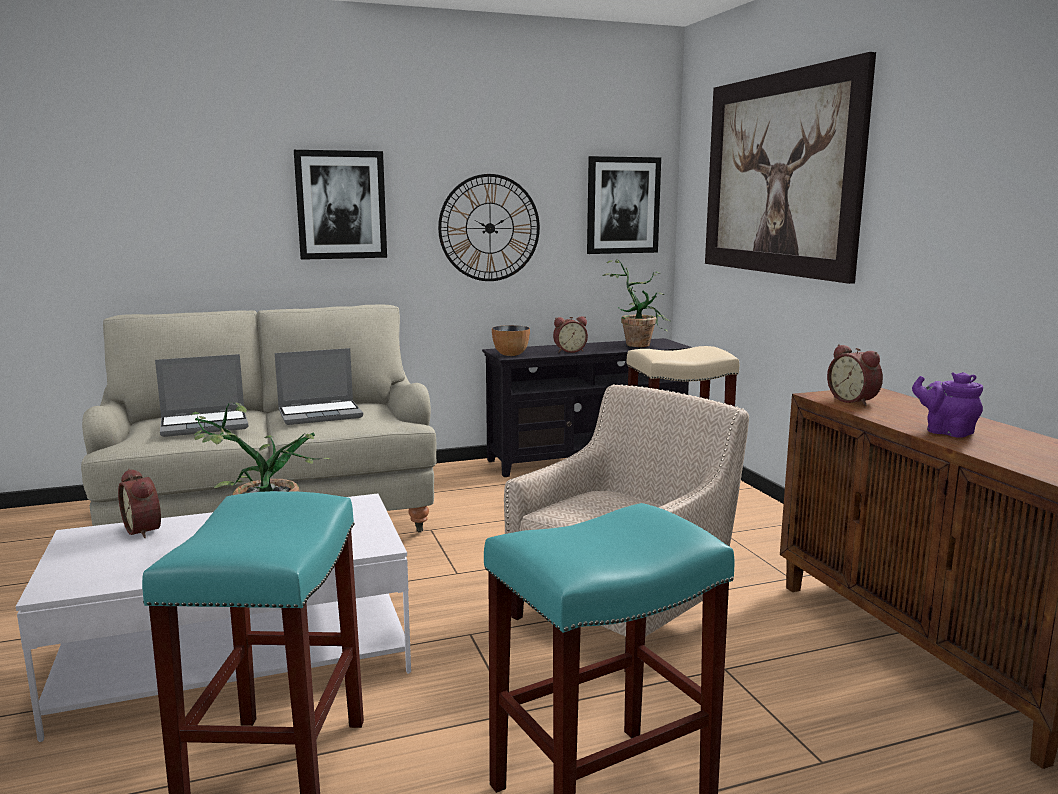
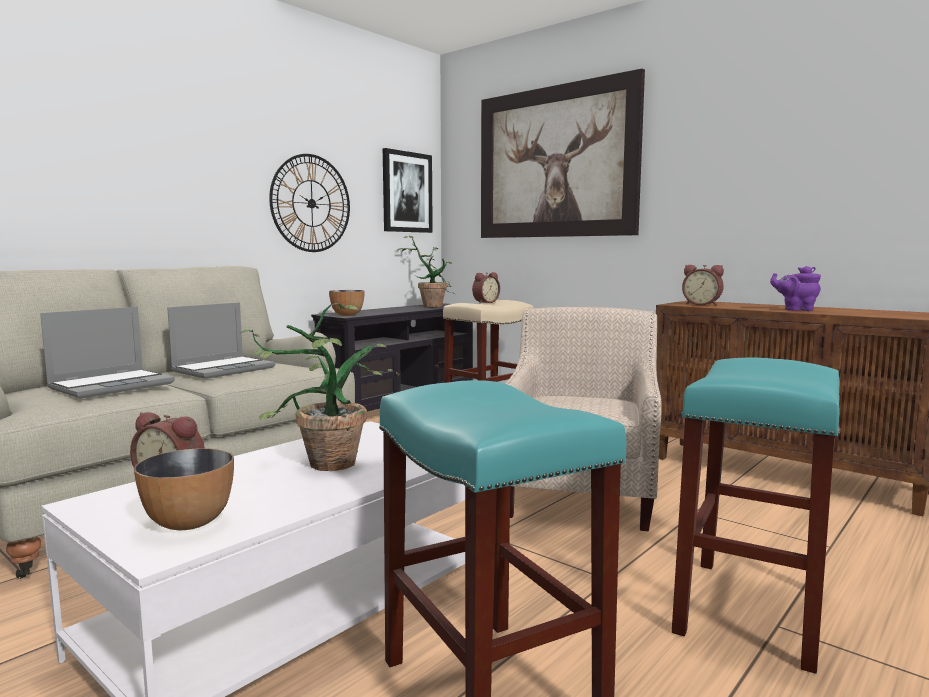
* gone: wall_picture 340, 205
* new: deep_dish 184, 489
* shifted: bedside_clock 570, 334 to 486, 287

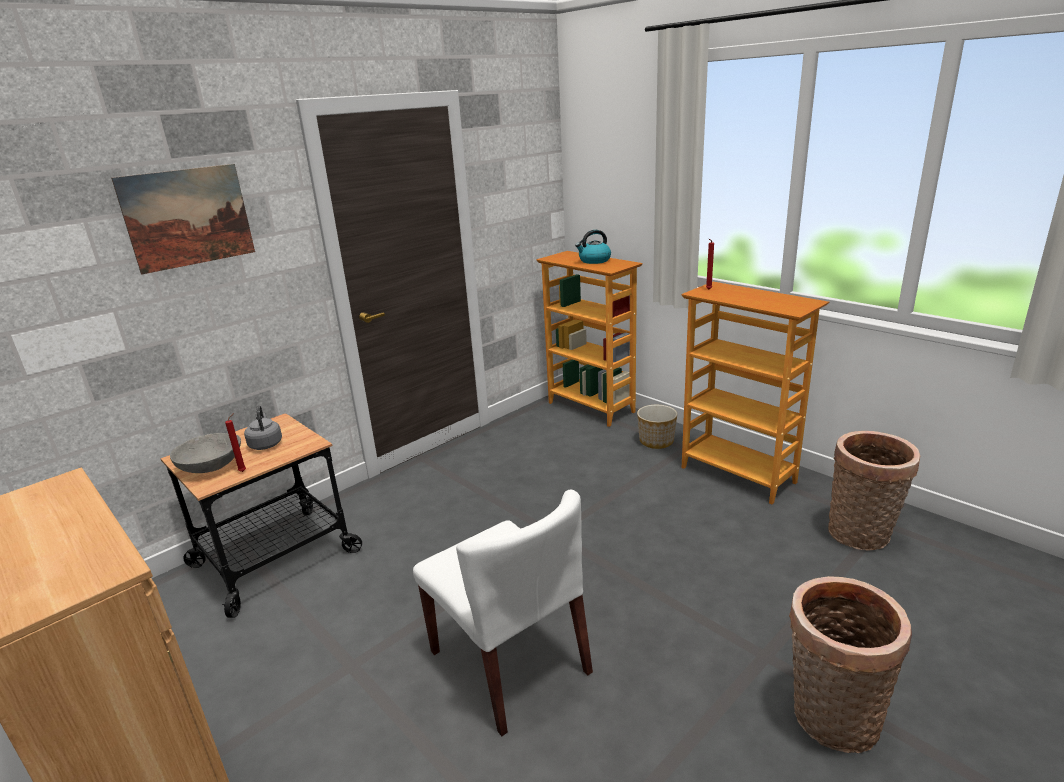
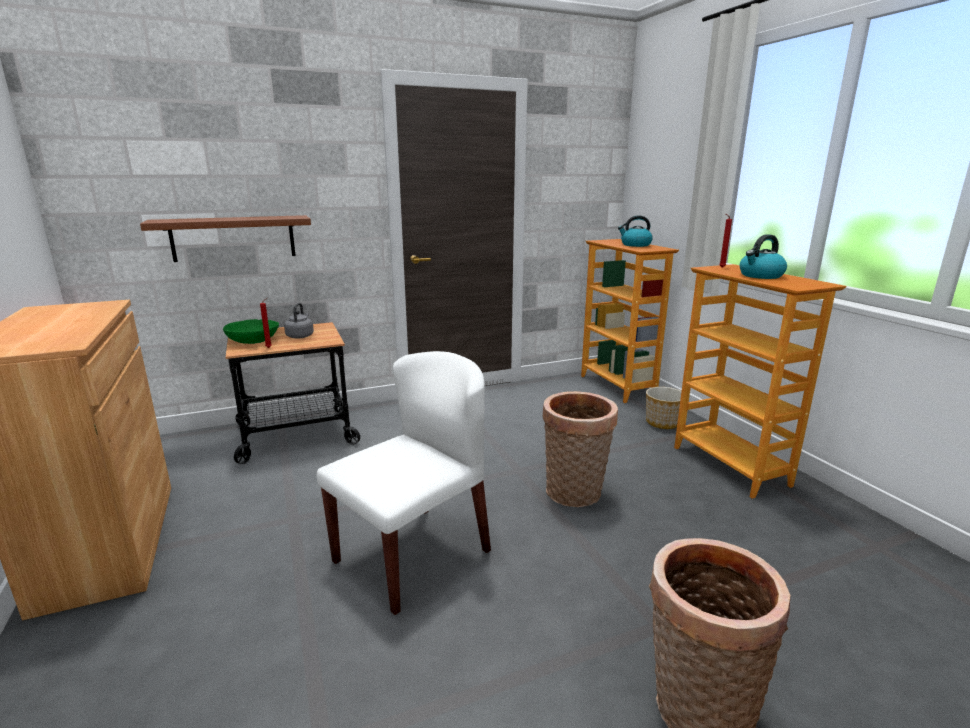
* gone: wall_picture 183, 219
* new: brown_shelf 225, 238
* new: kettle 763, 256
* shifted: storage_basket 874, 490 to 580, 449
* repainted: grey_deep_dish 205, 453 to green-coloured_deep_dish 251, 331
* rotated: white-coloured_chair 503, 613 = 404, 483 120 degrees counterclockwise

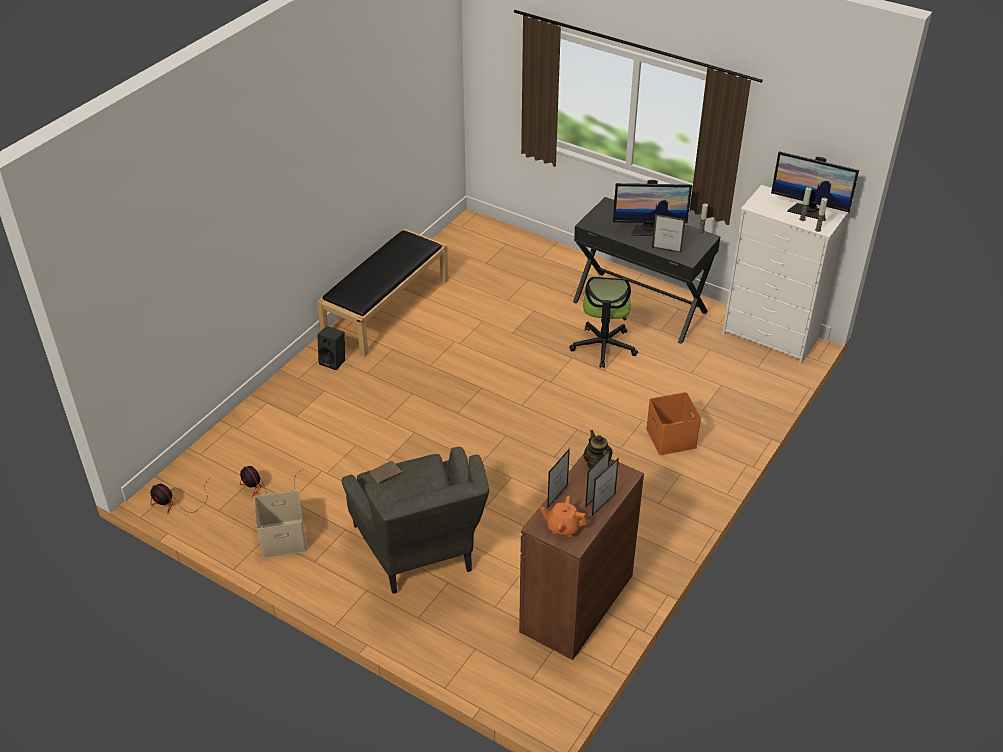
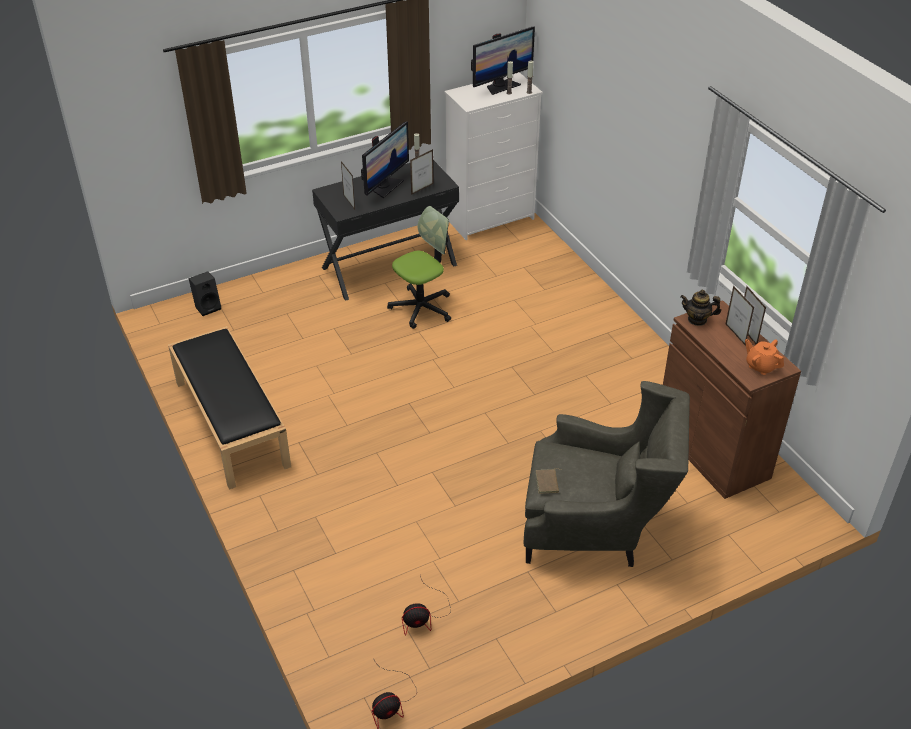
* gone: beige-coloured_storage_box 280, 524
* gone: orange-coloured_storage_box 673, 423
* shifted: black_loudspeaker 331, 348 to 205, 294
* shifted: standing_frame 558, 478 to 348, 185
* rotated: orange-coloured_pot_for_tea 563, 516 = 764, 357 90 degrees clockwise
* rotated: office_chair 603, 322 = 419, 267 75 degrees counterclockwise

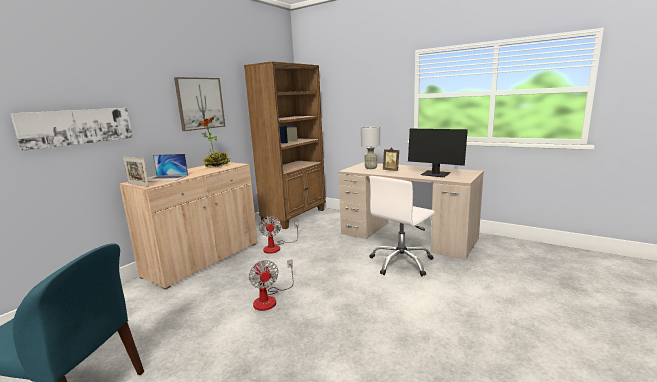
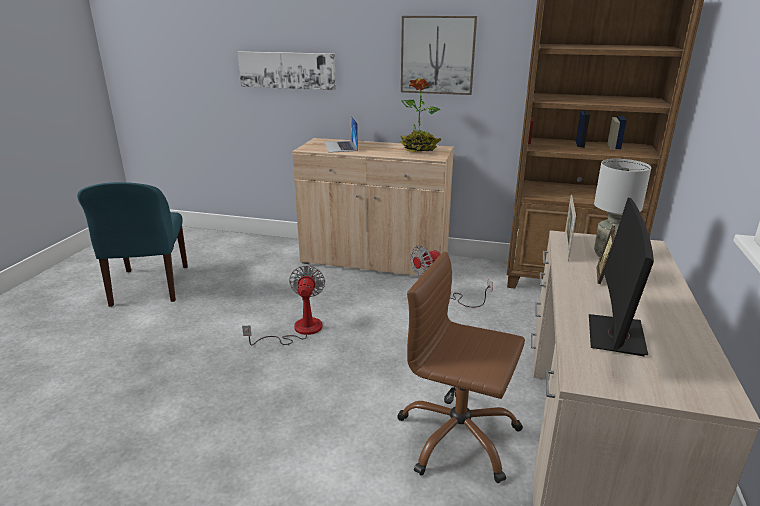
* shifted: standing_frame 136, 172 to 570, 228
* repainted: white-coloured_office_chair 402, 226 to brown_office_chair 461, 367
* rotated: electric_fan 271, 285 = 283, 305 135 degrees clockwise

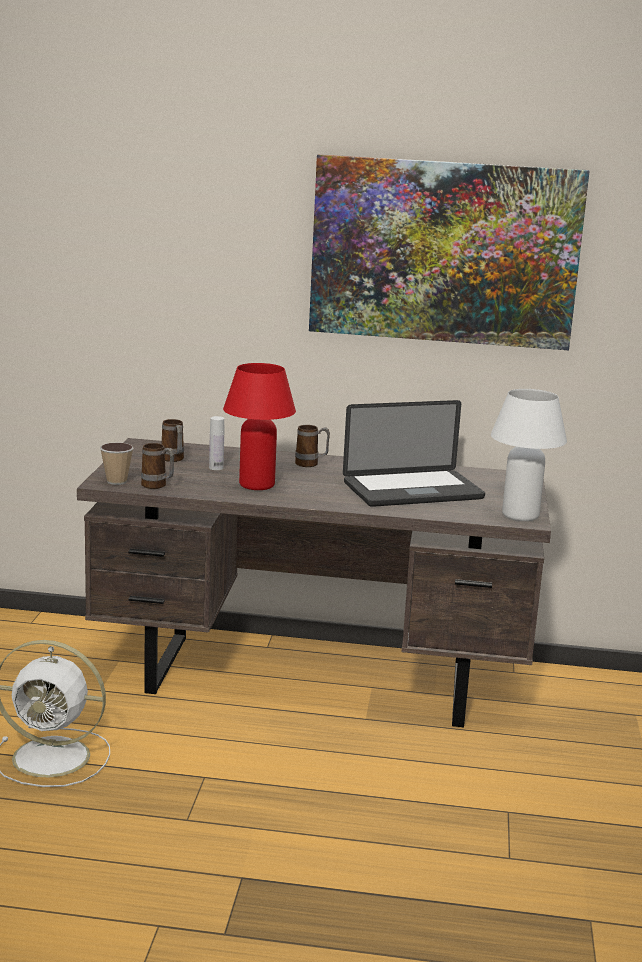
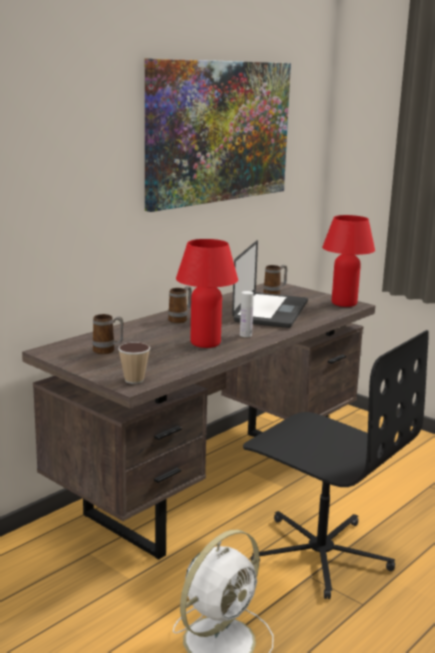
* new: black_office_chair 336, 464
* shifted: coffee_mug 157, 466 to 275, 280
* shifted: white-coloured_drink_bottle 216, 443 to 247, 314
* repainted: white-coloured_lamp_for_a_table 529, 455 to reddish_lamp_for_a_table 348, 261

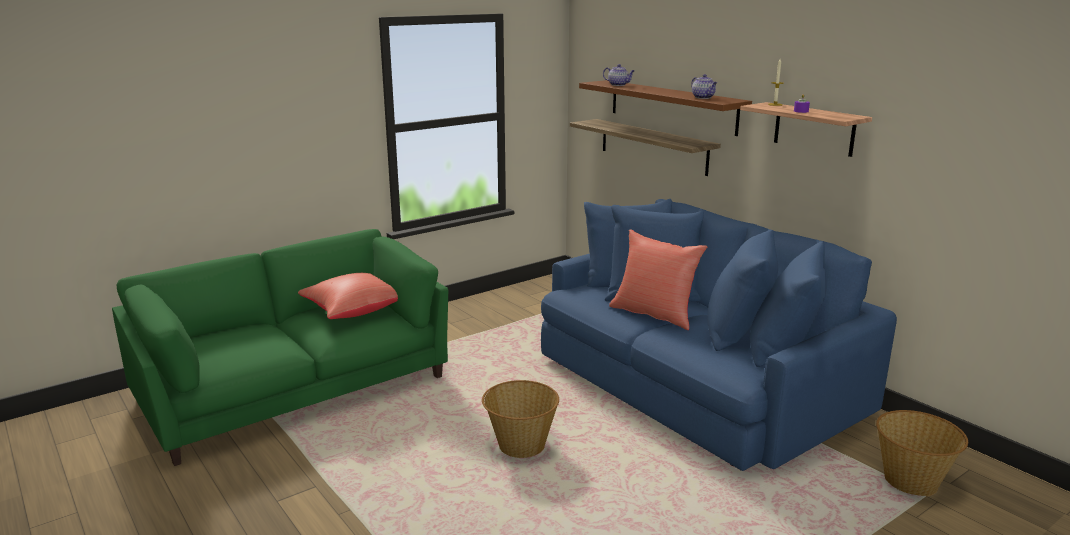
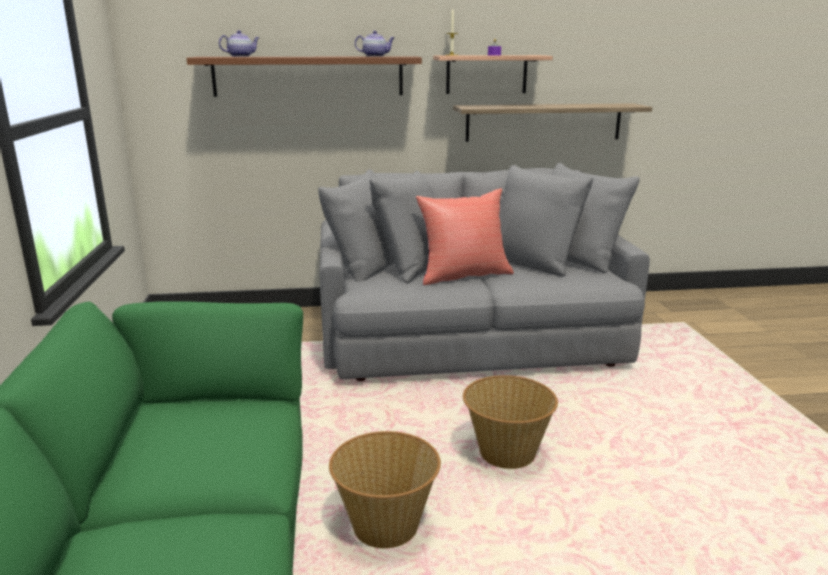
* gone: reddish_cushion 348, 296
* shifted: shelf 645, 147 to 552, 122
* shifted: storage_basket 922, 453 to 385, 489
* repainted: blue-coloured_couch 719, 335 to grey_couch 484, 271

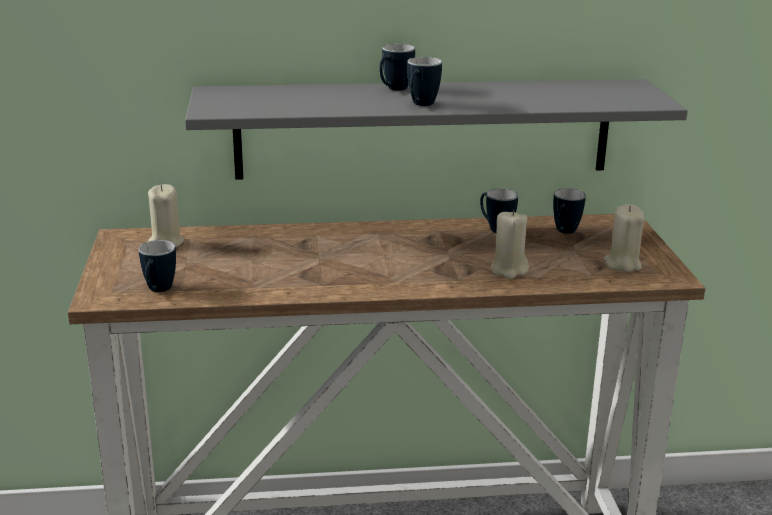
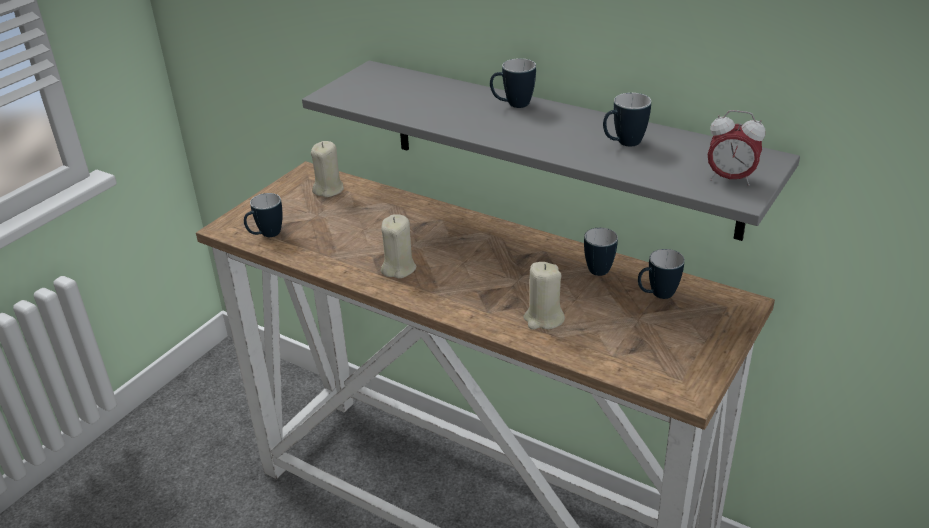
* new: bedside_clock 736, 148
* shifted: coffee_mug 424, 81 to 627, 120
* shifted: beige-coloured_wax_light 623, 238 to 399, 247

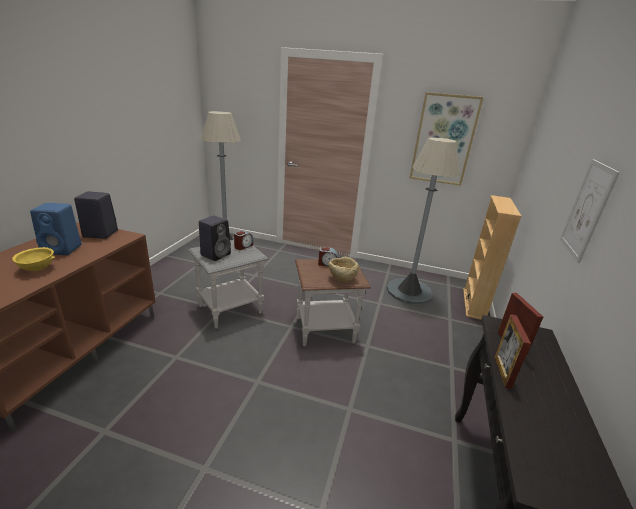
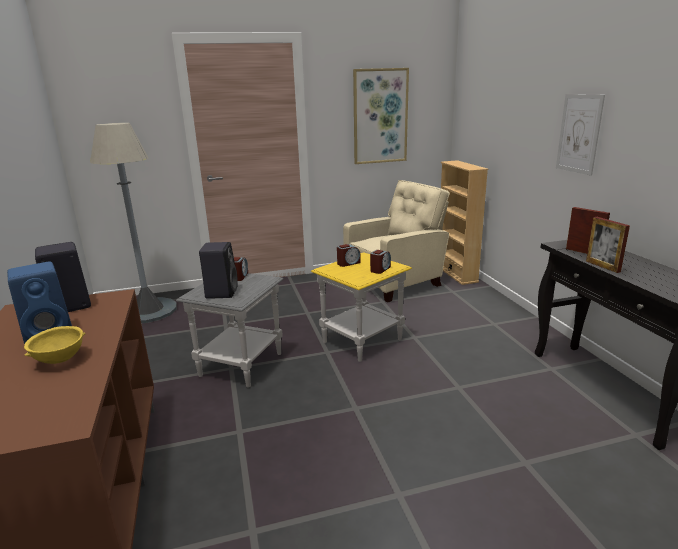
* swapped: beige-coloured_deep_dish 343, 269 to bedside_clock 380, 262
* swapped: grey_floor_lamp 423, 220 to beige-coloured_armchair 396, 241
* repainted: brown_end_table 333, 302 to yellowish_end_table 361, 307

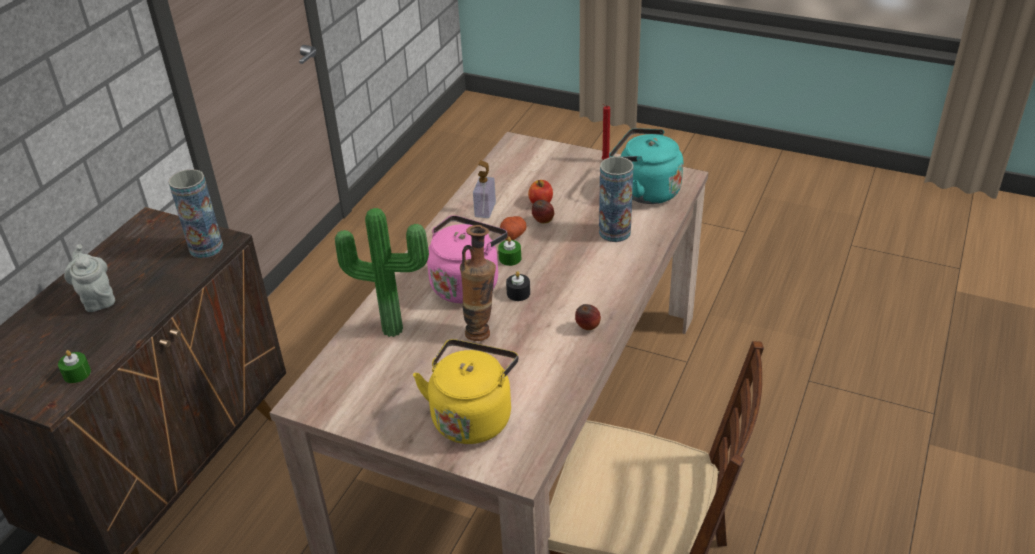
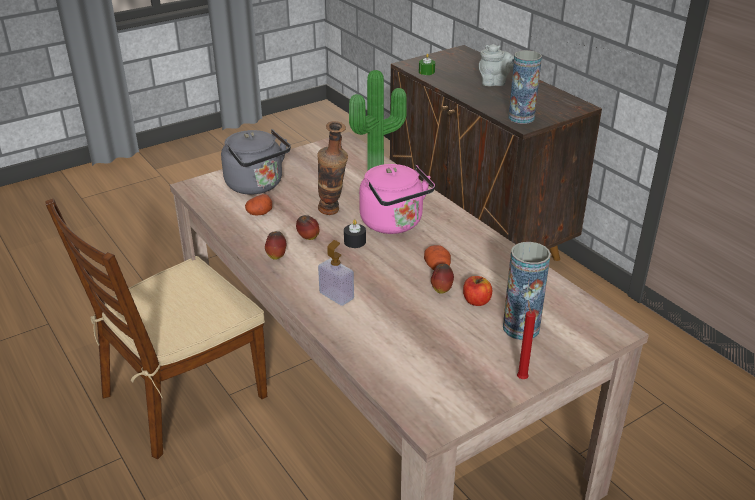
* gone: green-coloured_wax_light 509, 251
* gone: turquoise_kettle 646, 166
* new: potato 258, 204
* new: apple_fruit 307, 227
* shifted: liquid_soap_bottle 484, 189 to 336, 273
* shifted: flower_vase 616, 199 to 527, 291
* repainted: yellowish_kettle 466, 391 to grey_kettle 256, 162

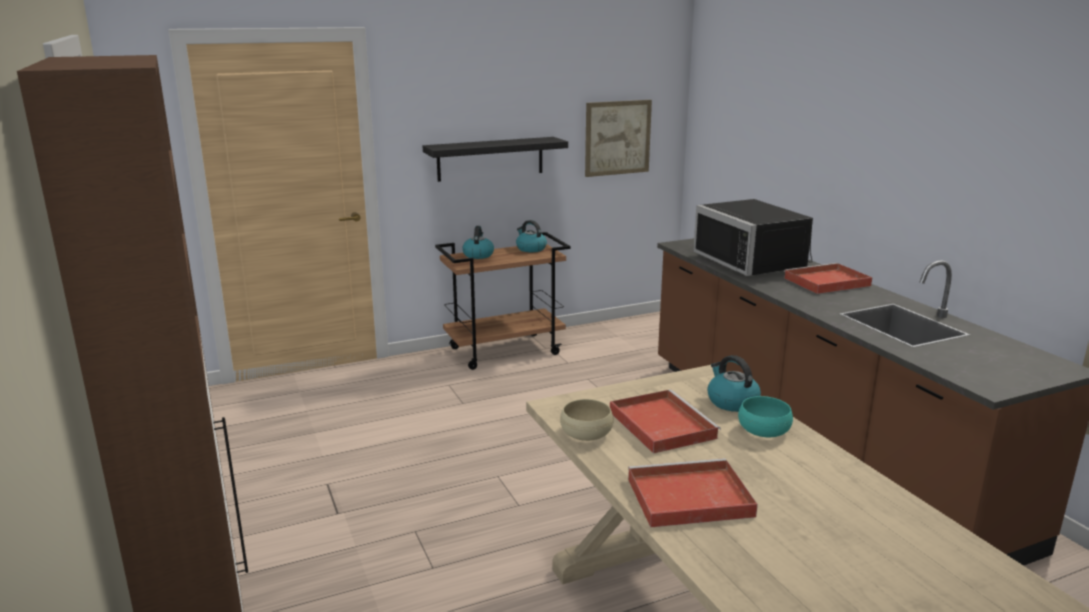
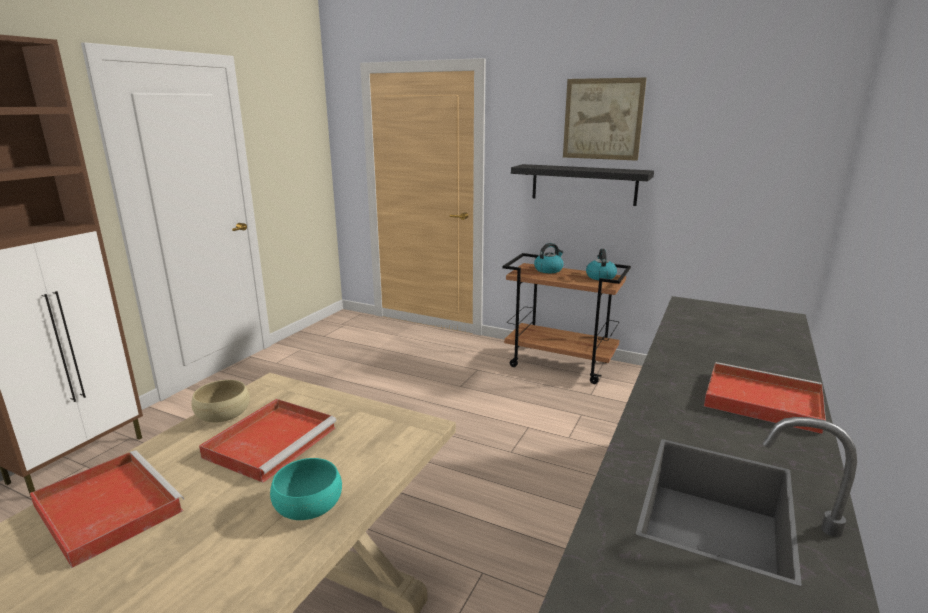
* gone: black_microwave 753, 237
* gone: kettle 734, 383
* shifted: wall_picture 618, 138 to 605, 119

